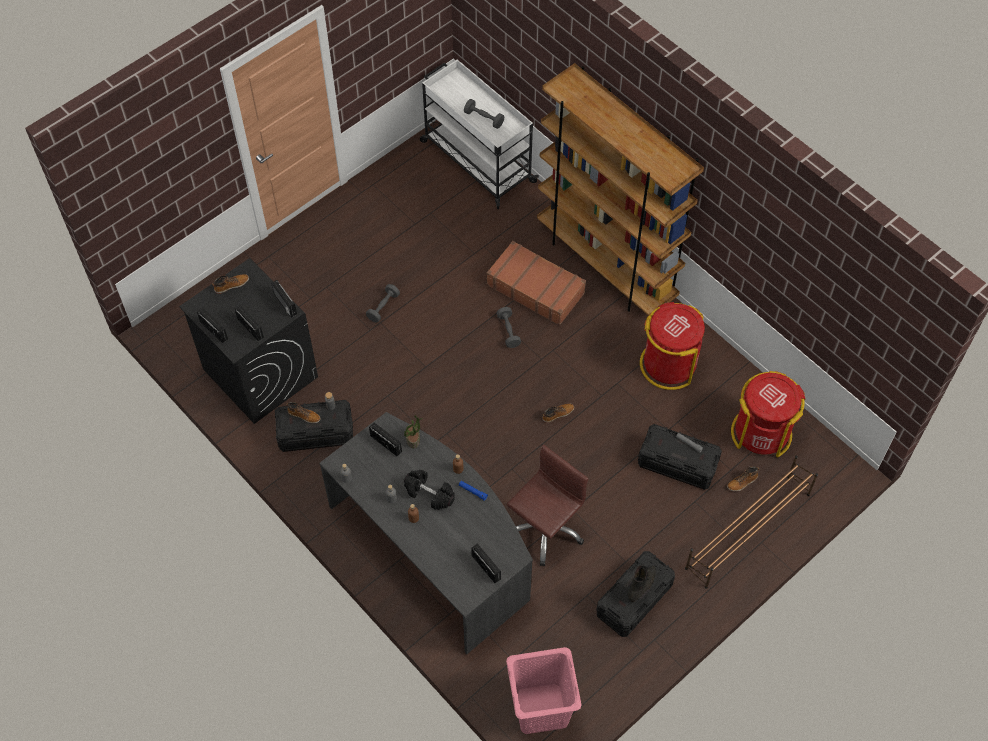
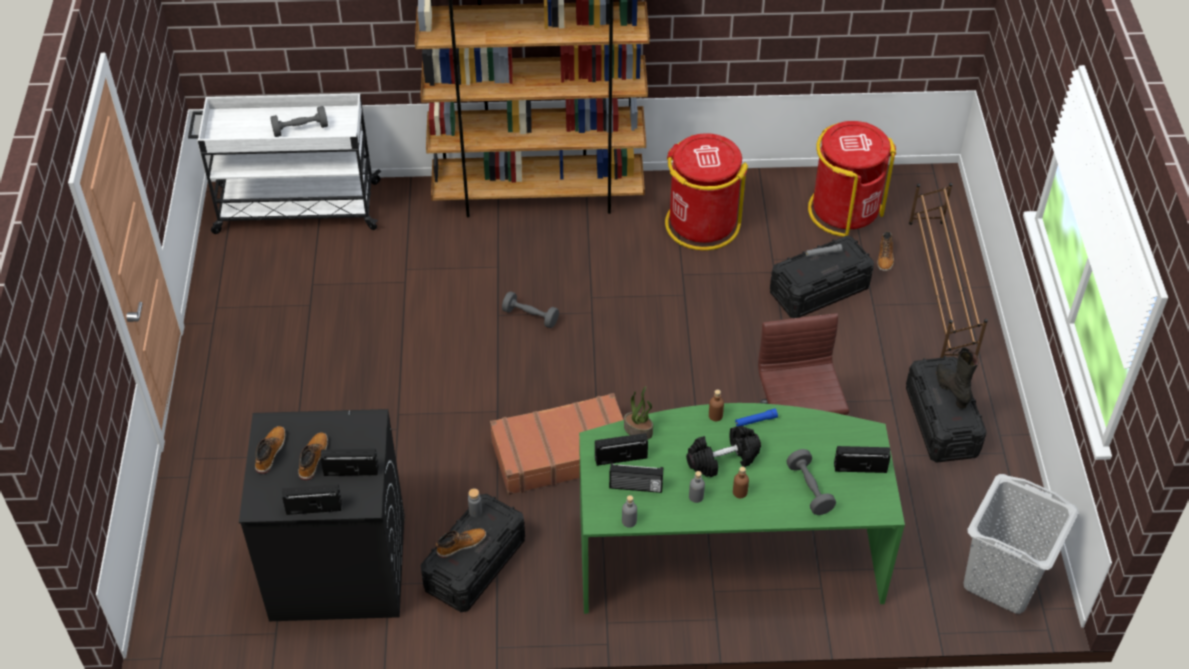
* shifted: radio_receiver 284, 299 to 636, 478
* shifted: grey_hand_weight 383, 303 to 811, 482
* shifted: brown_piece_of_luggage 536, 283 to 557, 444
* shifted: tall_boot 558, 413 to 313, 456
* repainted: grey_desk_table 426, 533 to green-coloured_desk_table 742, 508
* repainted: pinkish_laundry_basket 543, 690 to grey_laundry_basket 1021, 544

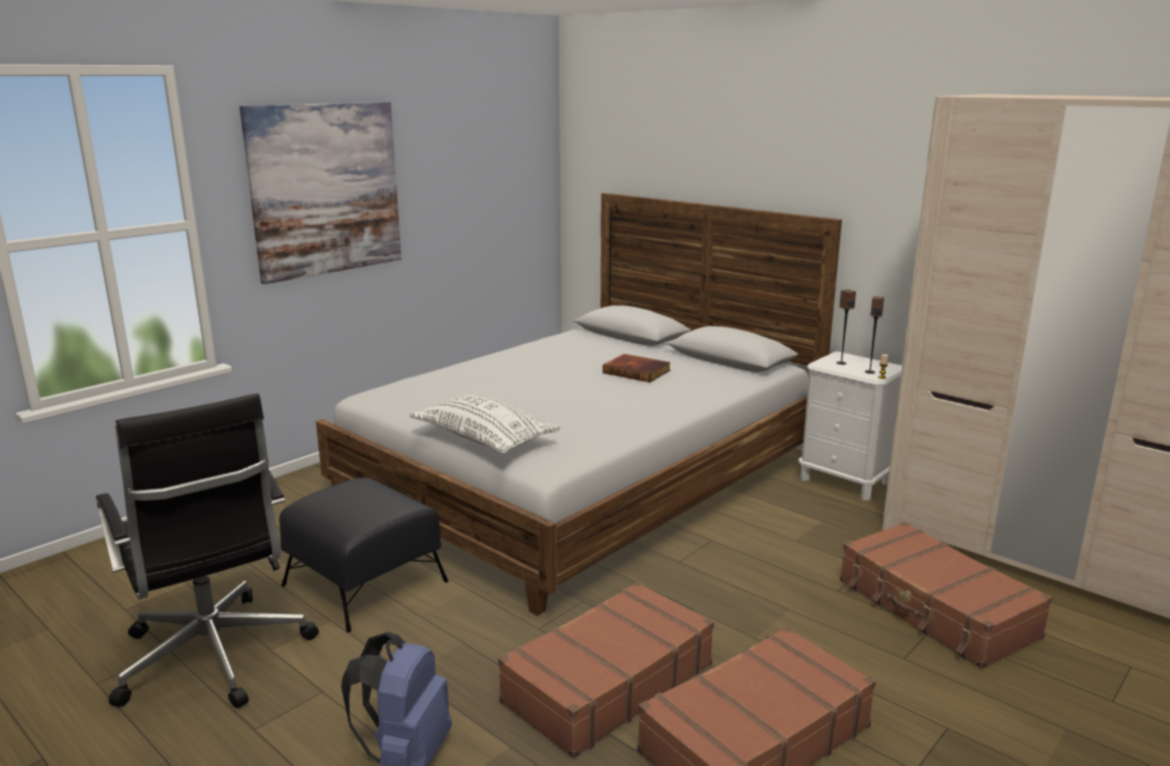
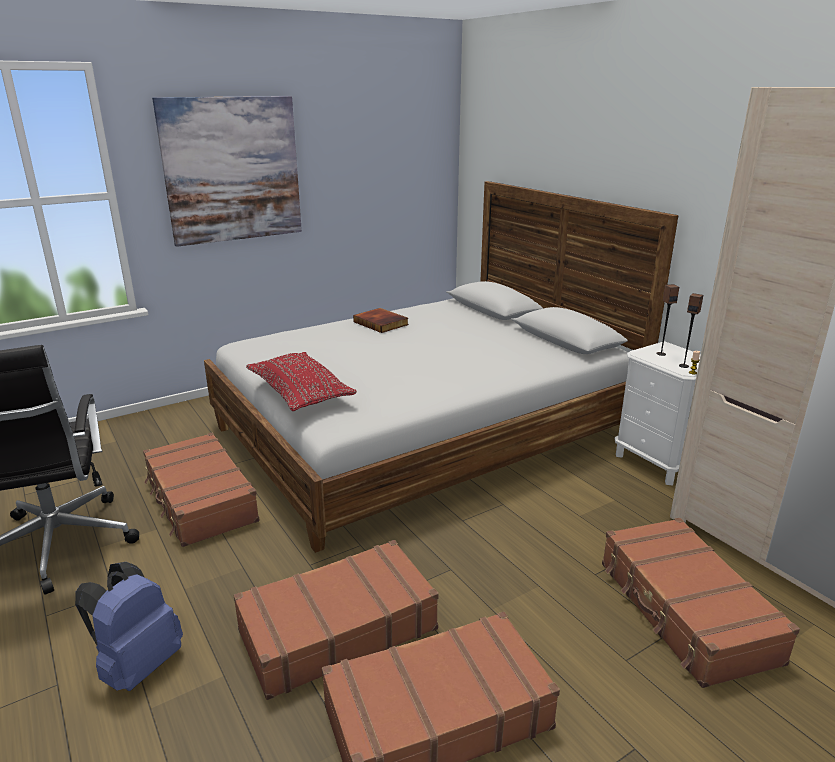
* shifted: book 637, 368 to 381, 320
* swapped: black_pouffe 363, 554 to brown_piece_of_luggage 201, 489
* repainted: white-coloured_cushion 484, 424 to reddish_cushion 301, 381

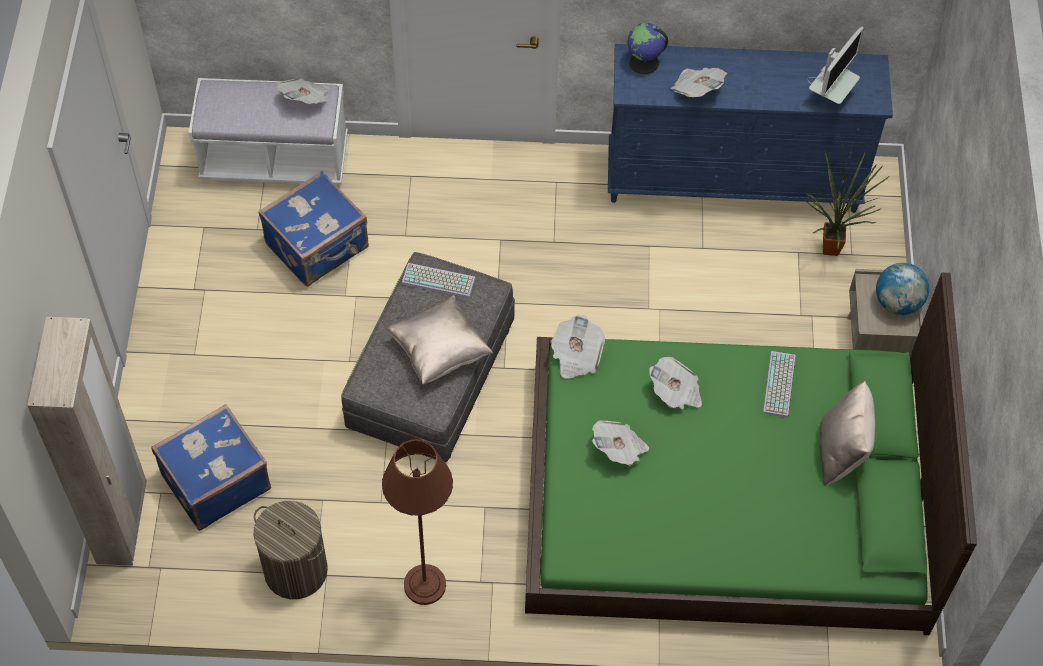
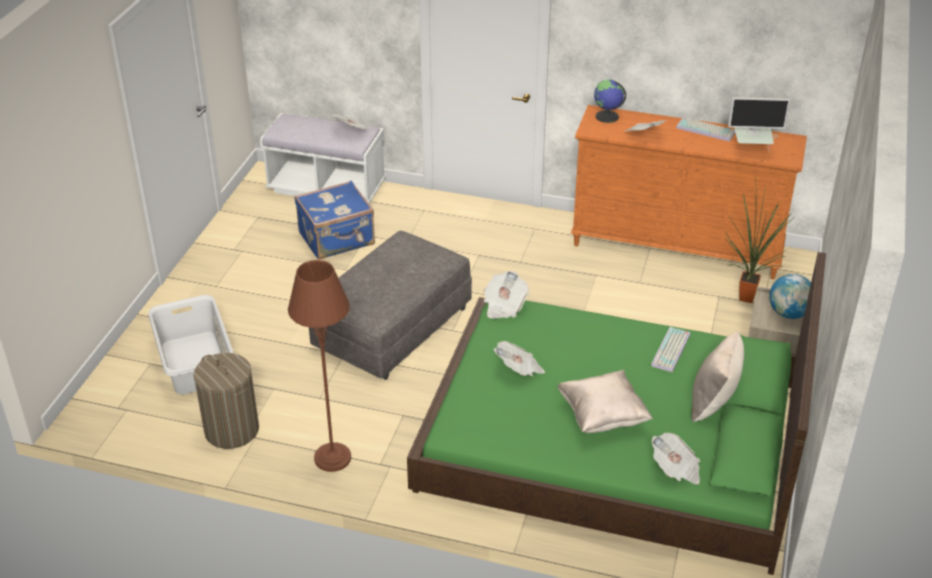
* gone: beige-coloured_wardrobe 87, 441
* shifted: beige-coloured_cushion 439, 339 to 605, 401
* shifted: PC_keyboard 439, 280 to 705, 129
* shifted: newspaper 675, 383 to 676, 459
* swapped: blue-coloured_piece_of_luggage 211, 467 to grey_laundry_basket 191, 345
* repainted: blue-coloured_chest_of_drawers 750, 128 to orange-coloured_chest_of_drawers 689, 192
* rotated: computer_screen 835, 65 = 759, 124 45 degrees clockwise

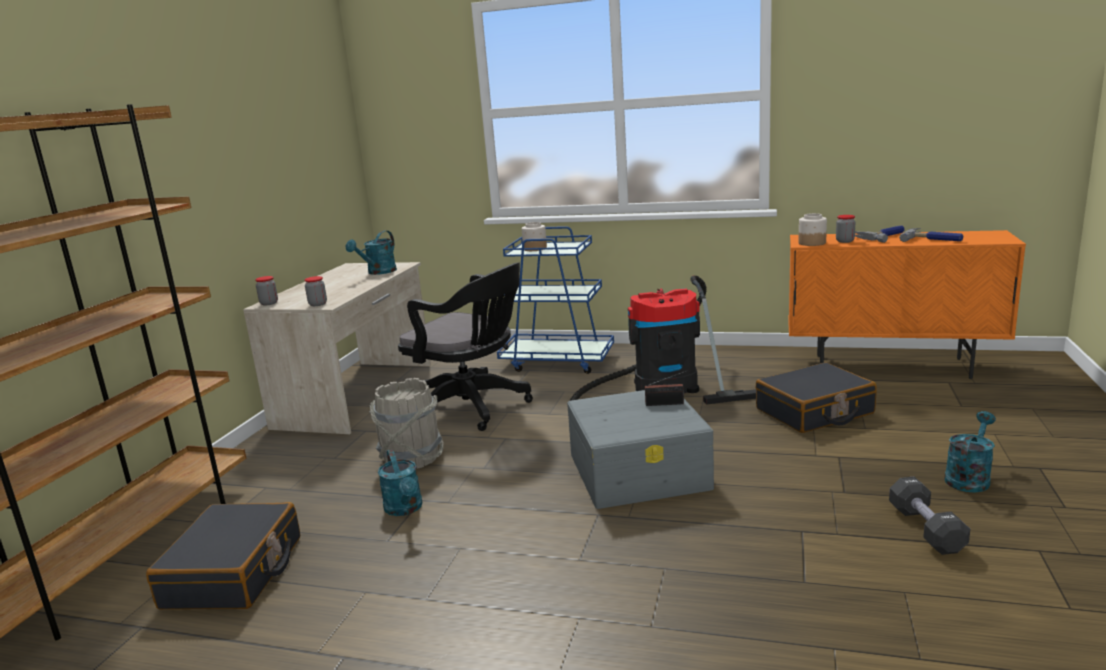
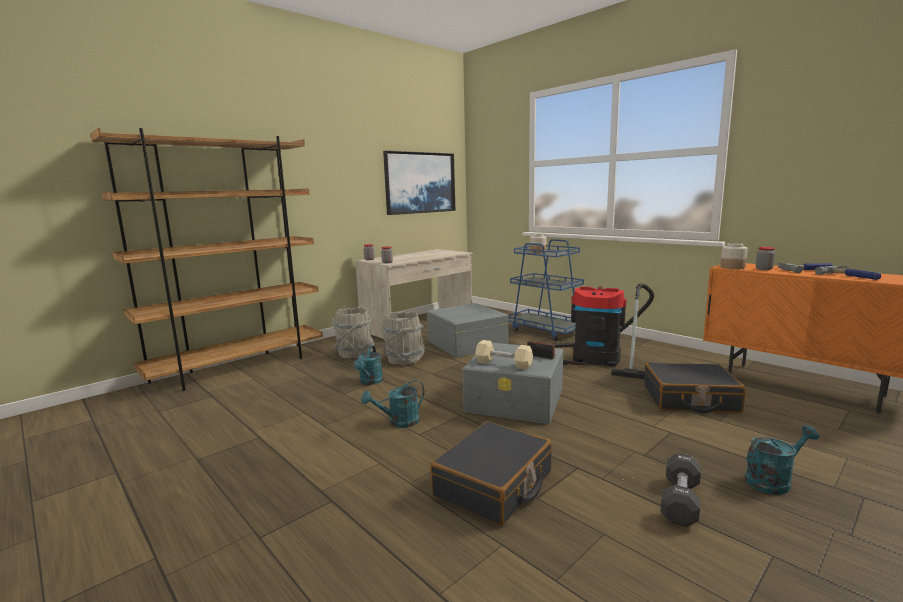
* new: grey_water_bucket 353, 333
* new: wall_picture 419, 182
* new: beige-coloured_hand_weight 504, 355
* shifted: black_piece_of_luggage 223, 555 to 491, 473
* shifted: turquoise_watering_can 371, 253 to 393, 404
* swapped: black_office_chair 465, 346 to grey_storage_box 467, 330

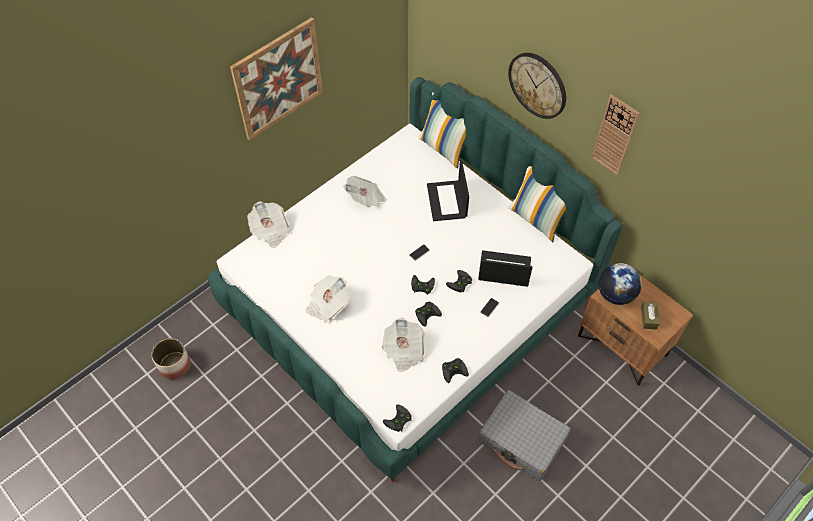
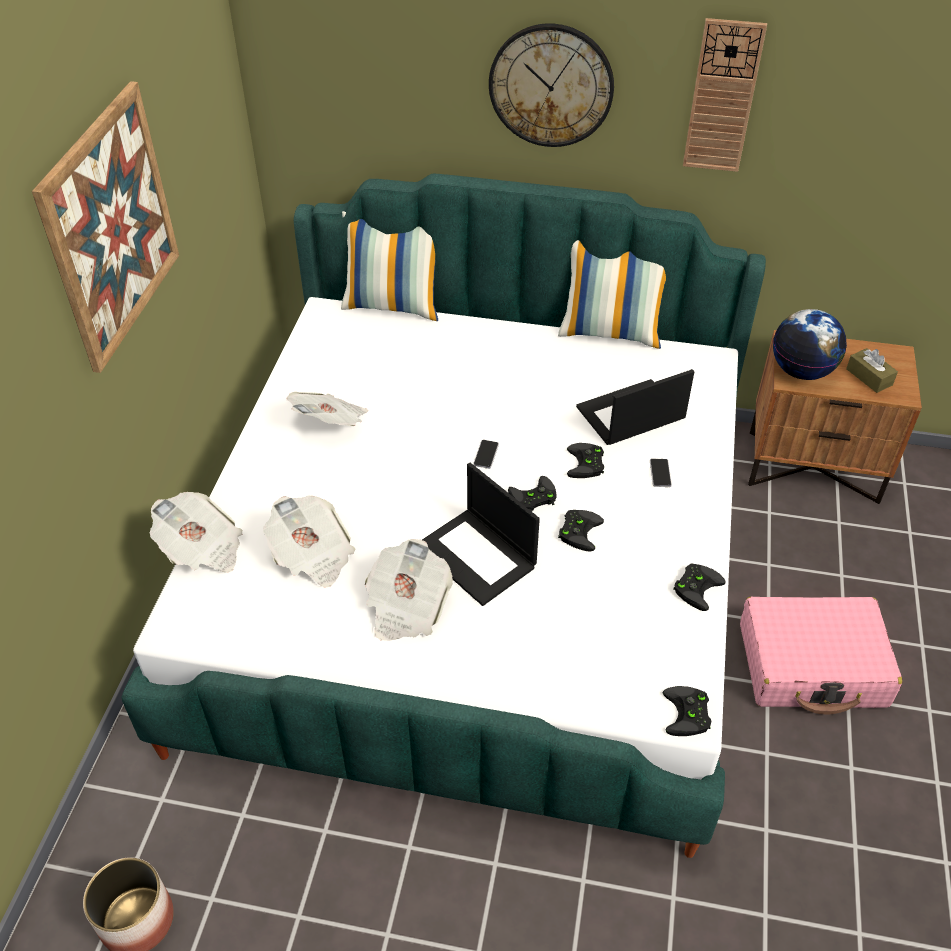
* shifted: newspaper 403, 345 to 309, 541
* shifted: portable_computer 448, 190 to 481, 534
* repainted: grey_piece_of_luggage 524, 435 to pinkish_piece_of_luggage 821, 655

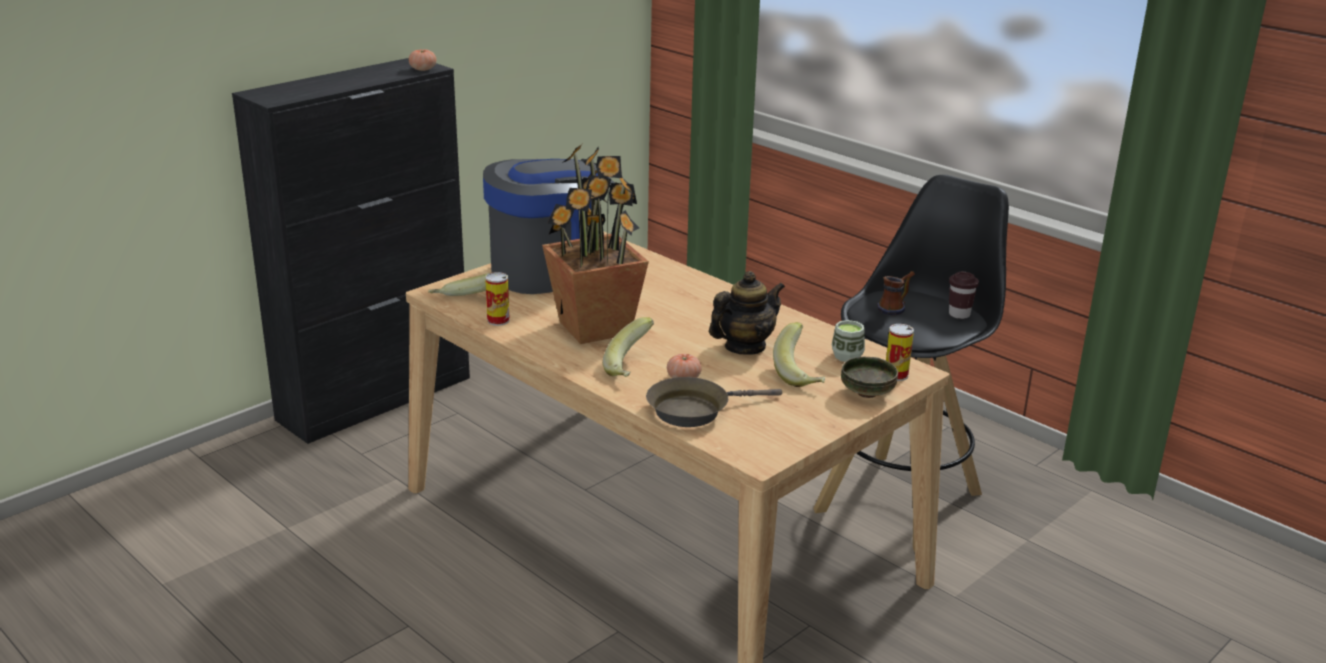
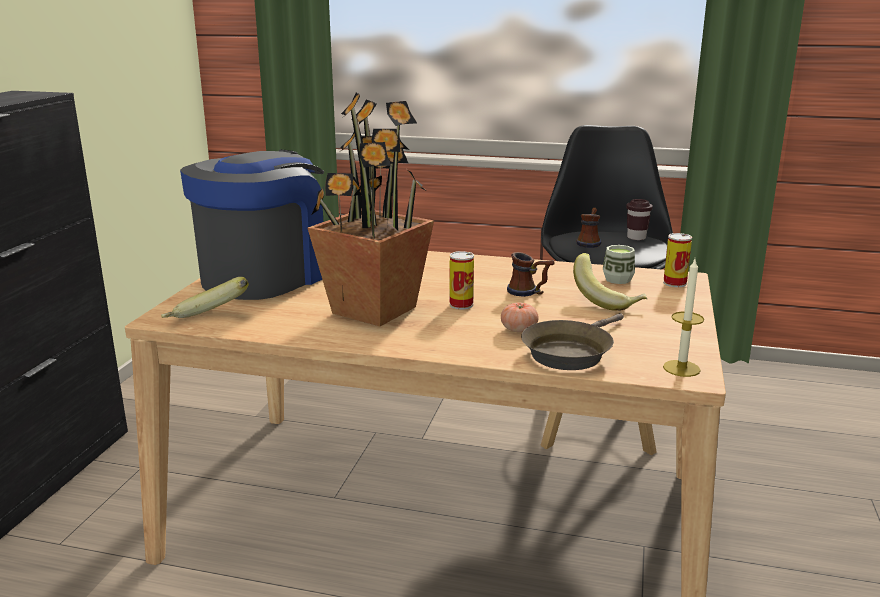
* gone: whole_tomato 422, 60
* gone: banana 628, 347
* gone: deep_dish 869, 377
* new: wax_light 683, 318
* shifted: can 497, 299 to 461, 280
* swapped: pot_for_tea 747, 313 to coffee_mug 530, 274

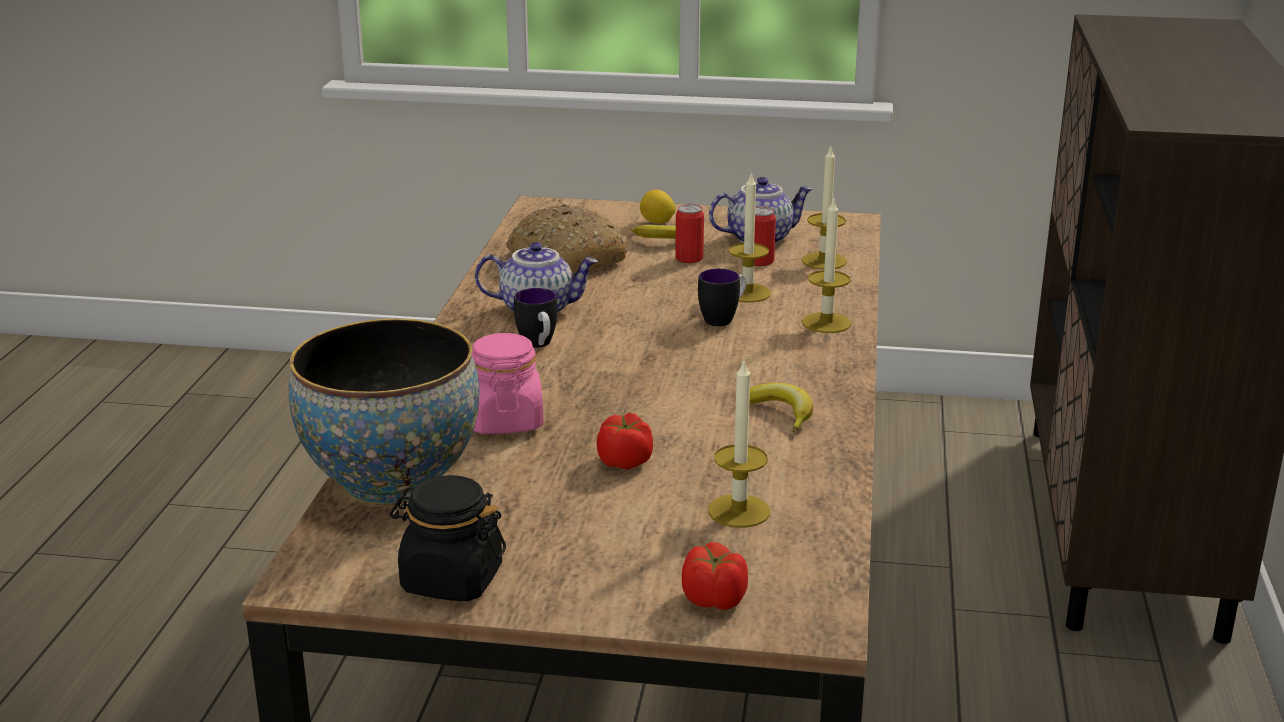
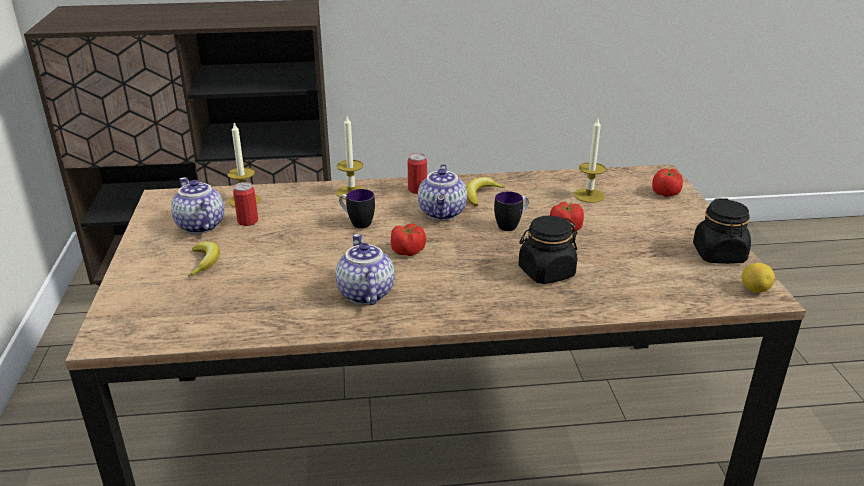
* gone: deep_dish 384, 412
* gone: baked_bread 567, 238
* gone: wax_light 750, 237
* new: whole_tomato 408, 239
* new: pot_for_tea 442, 192
* shifted: coffee_mug 535, 318 to 511, 211
* shifted: lemon 658, 207 to 758, 278
* shifted: can 689, 233 to 417, 173
* repainted: pinkish_jar 508, 383 to black_jar 547, 250

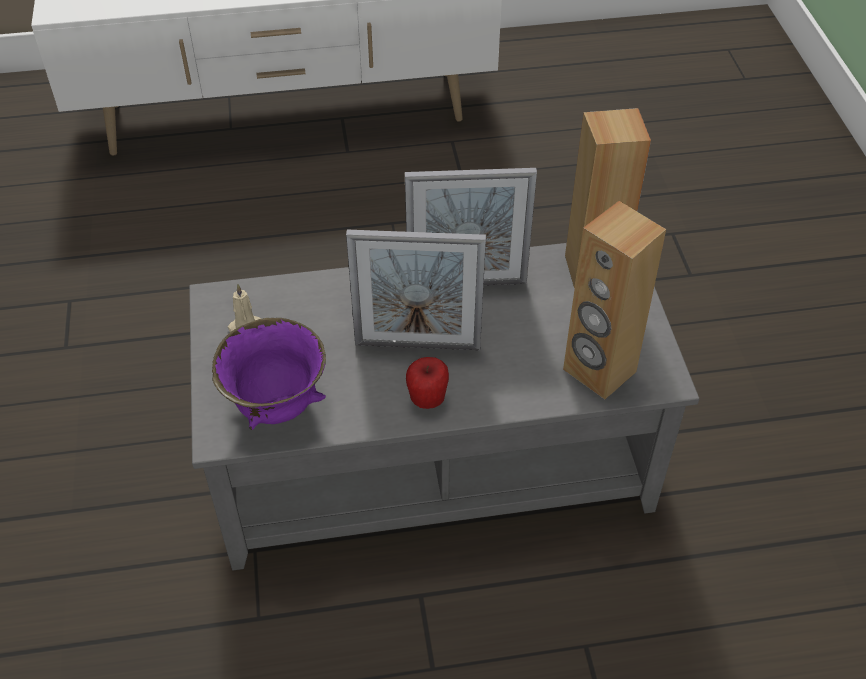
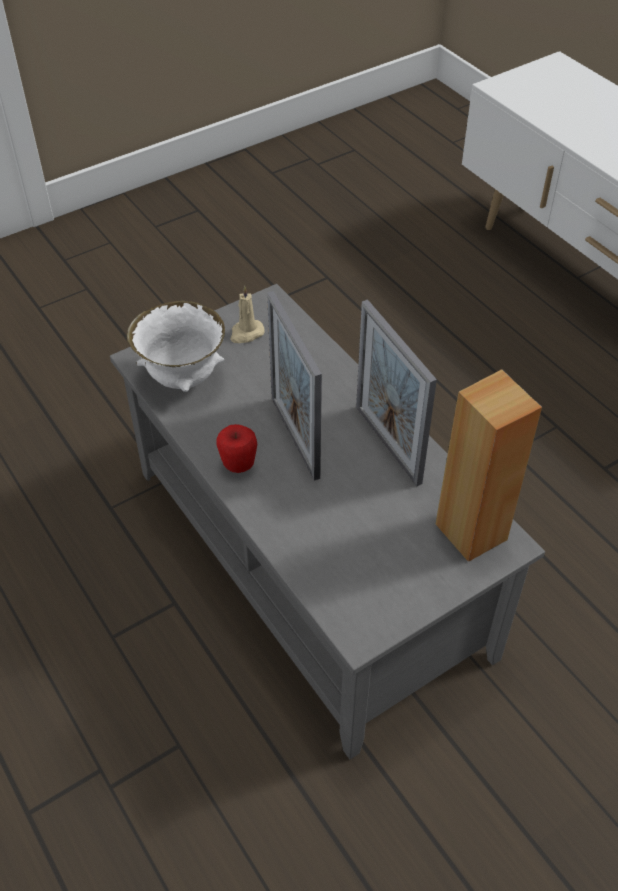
* gone: brown_loudspeaker 614, 300
* repainted: purple_deep_dish 269, 374 to white-coloured_deep_dish 176, 346

